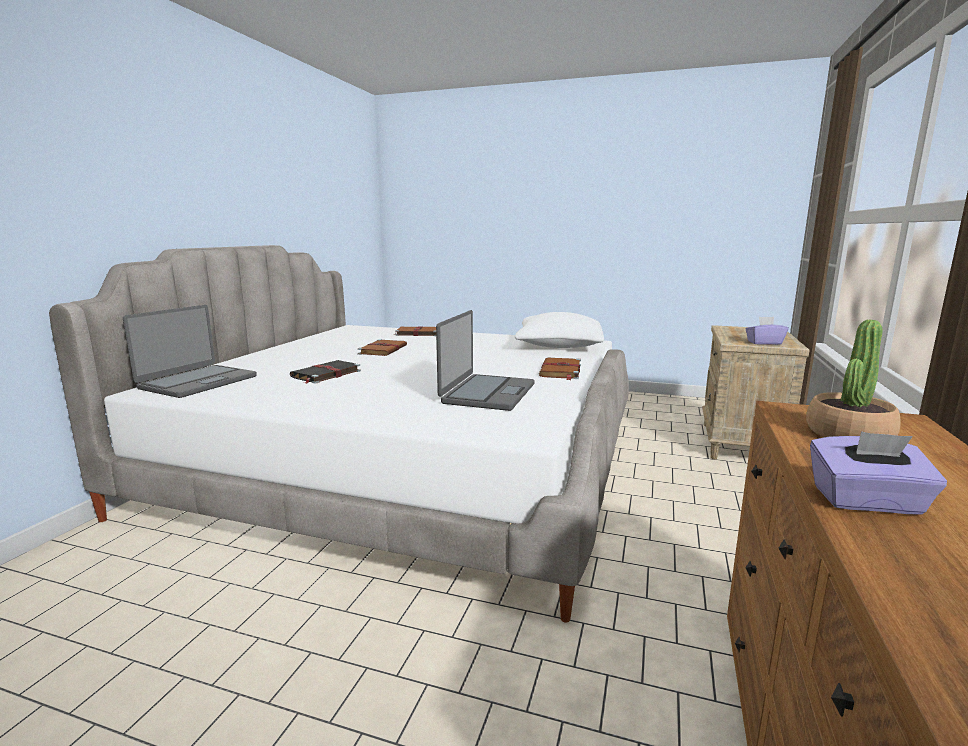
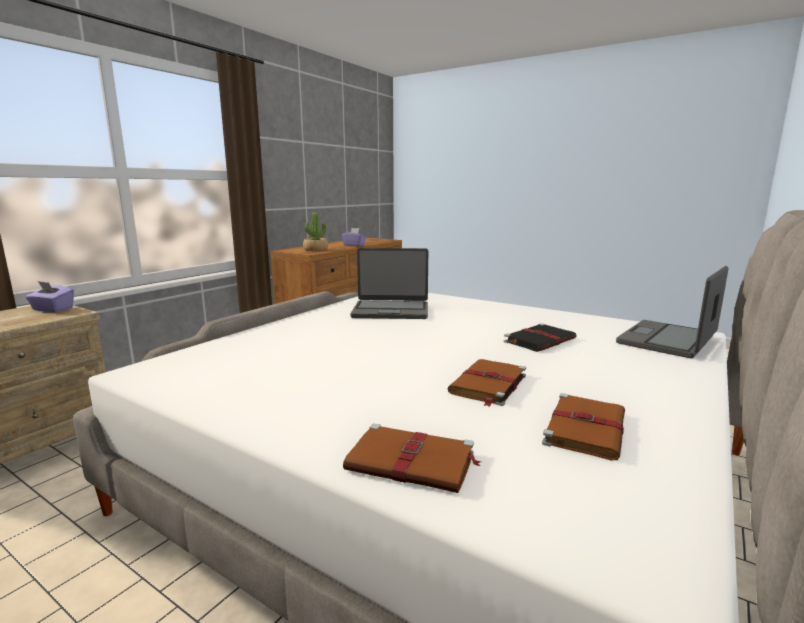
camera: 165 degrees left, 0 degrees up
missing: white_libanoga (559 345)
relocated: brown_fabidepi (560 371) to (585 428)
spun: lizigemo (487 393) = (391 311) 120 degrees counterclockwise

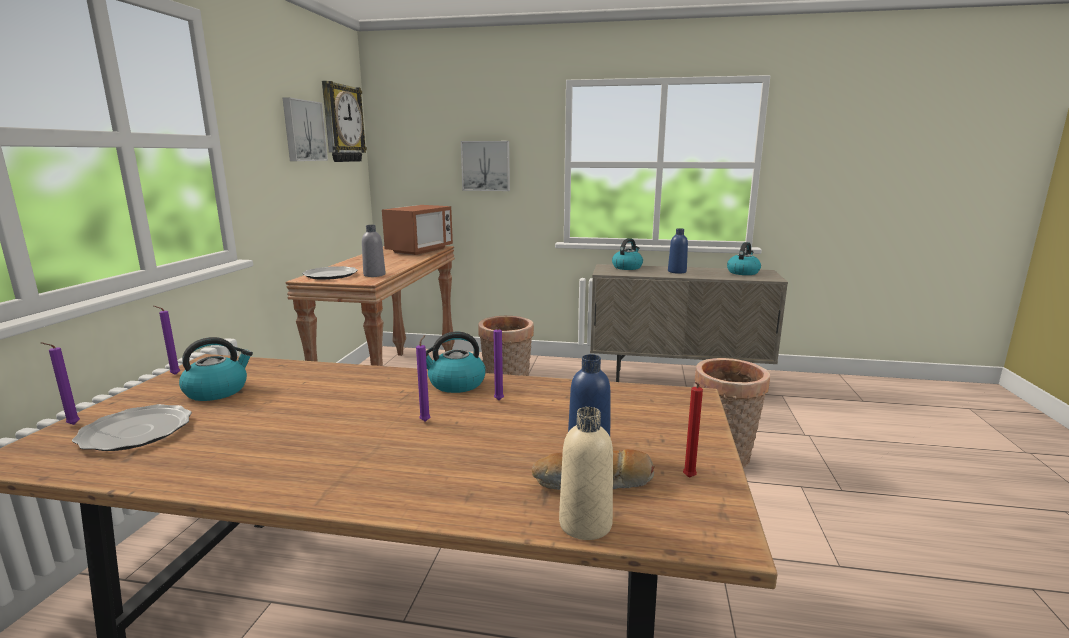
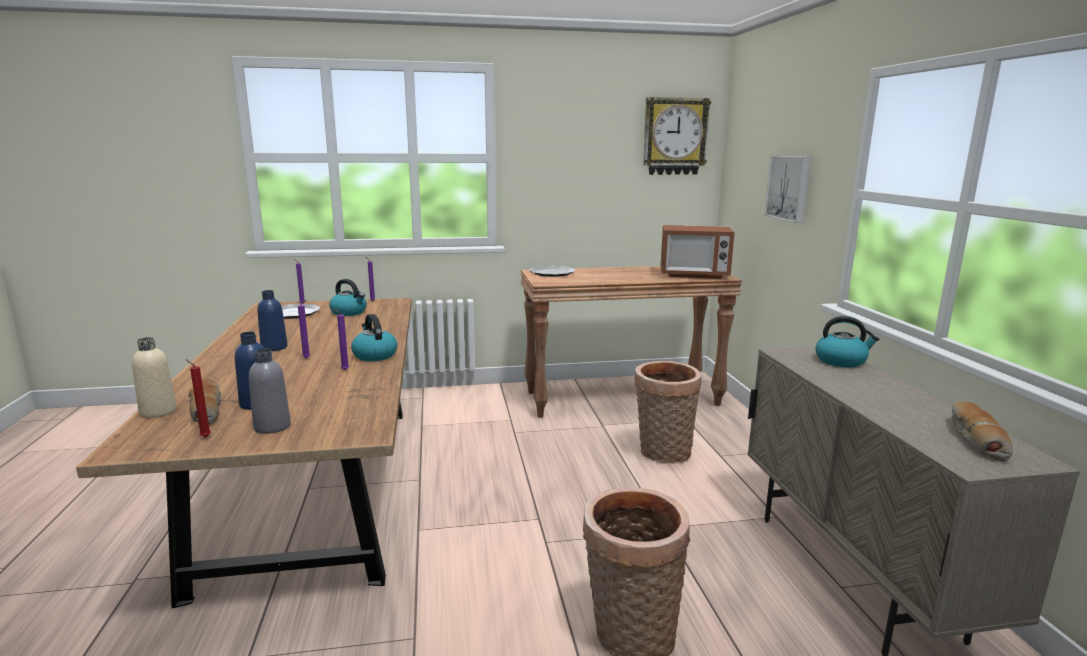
camera: 70 degrees right, 0 degrees up
missing: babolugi (303 131)
relocated: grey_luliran (374 275) to (272 427); blue_luliran (677 271) to (274 347)
exchanged: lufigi (743 272) to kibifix (975 439)

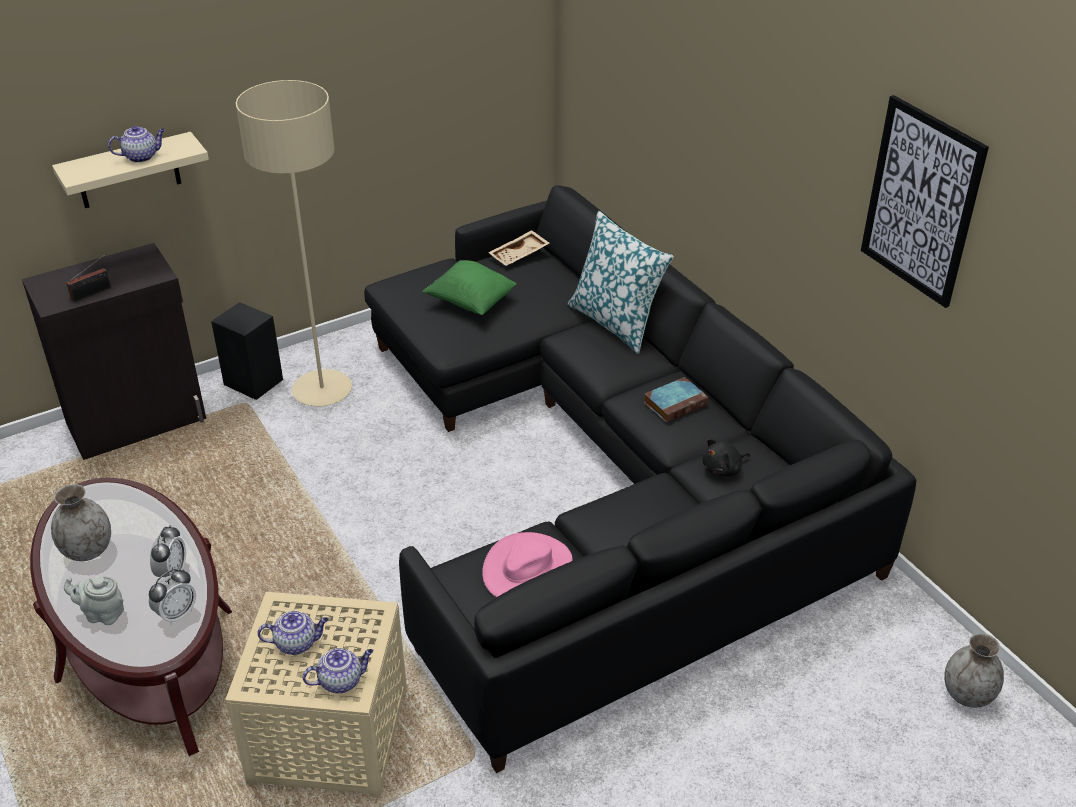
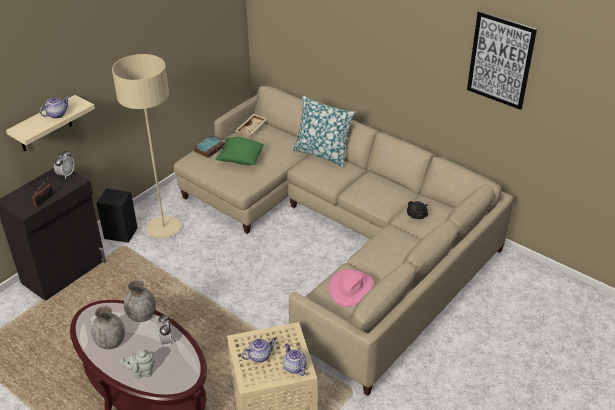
camera: 20 degrees left, 0 degrees up
relocated: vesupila (176 614) to (66 174); fabidepi (676 403) to (210 148); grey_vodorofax (967 695) to (142 316)
colour: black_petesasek (603 475) to beige_petesasek (340 236)
spun: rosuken (341 681) = (294 367) 75 degrees counterclockwise

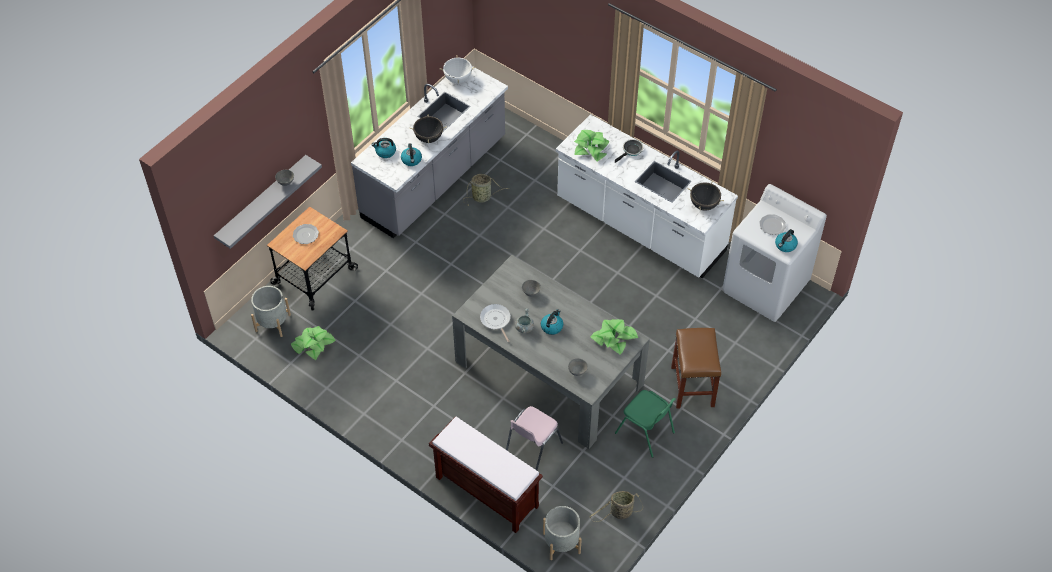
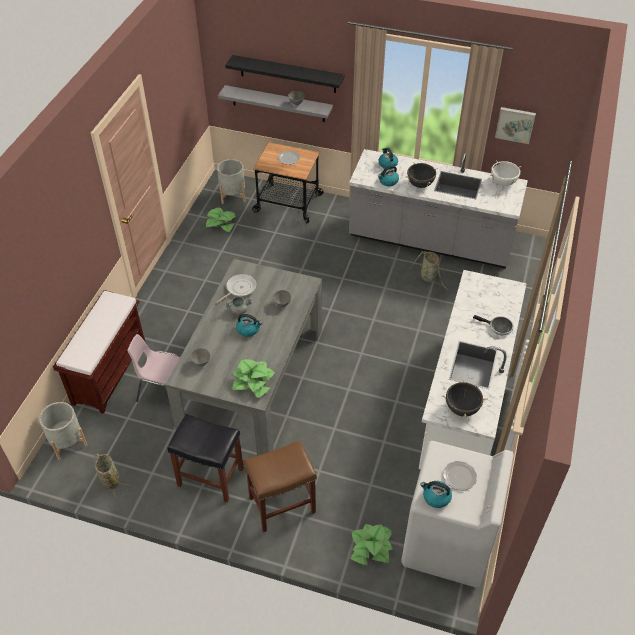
camera: 70 degrees right, 5 degrees down
appeared: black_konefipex (287 74); babolugi (515 124)
relocated: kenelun (591 148) to (371 547)
exchanged: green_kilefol (645 433) to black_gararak (209 477)

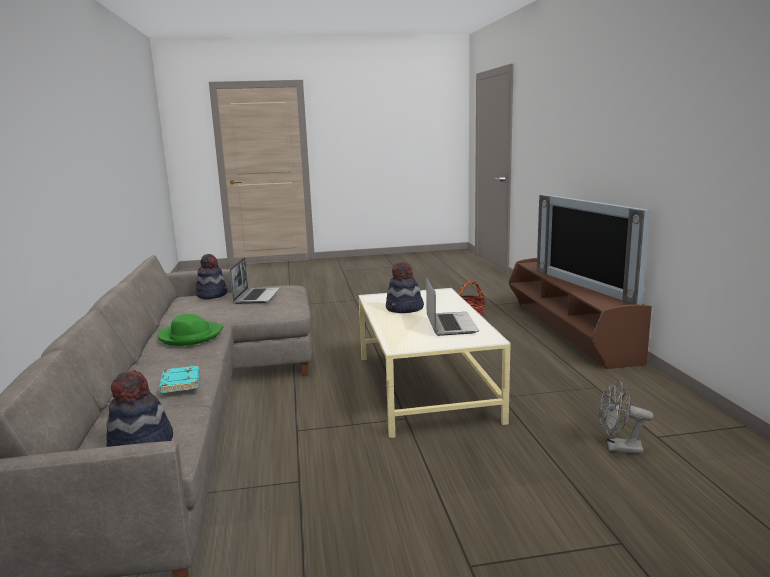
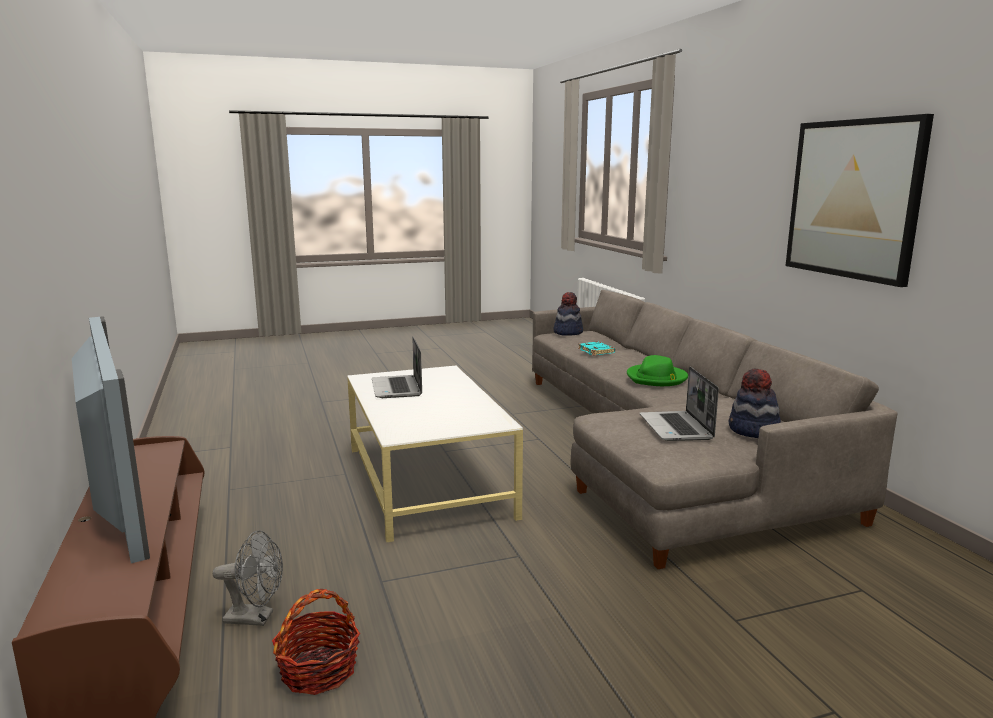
camera: 170 degrees right, 0 degrees up
missing: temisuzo (404 309)
appeared: babolugi (853 199)
relocated: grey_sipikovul (618 448) to (256 618)

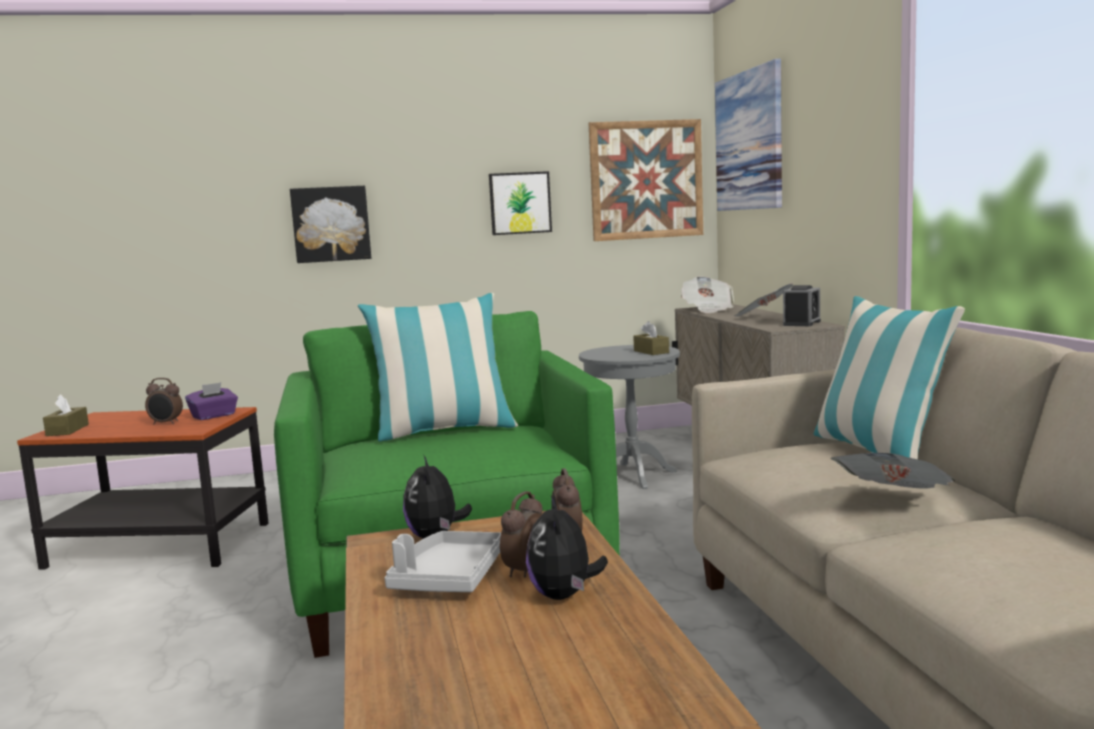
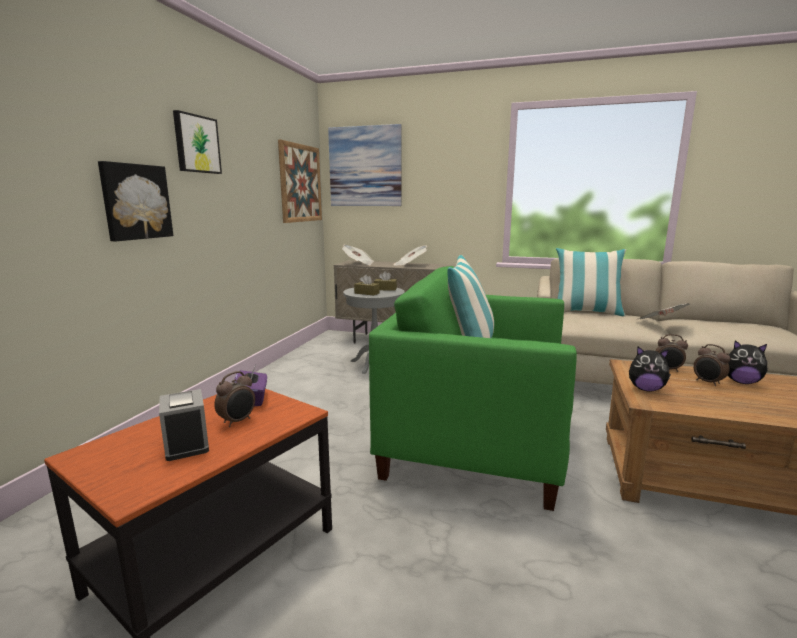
camera: 60 degrees left, 5 degrees up
missing: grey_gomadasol (448 578)
relocated: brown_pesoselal (67 430) to (367 293); babolugi (520 203) to (196 144); vesupila (801 323) to (186 444)

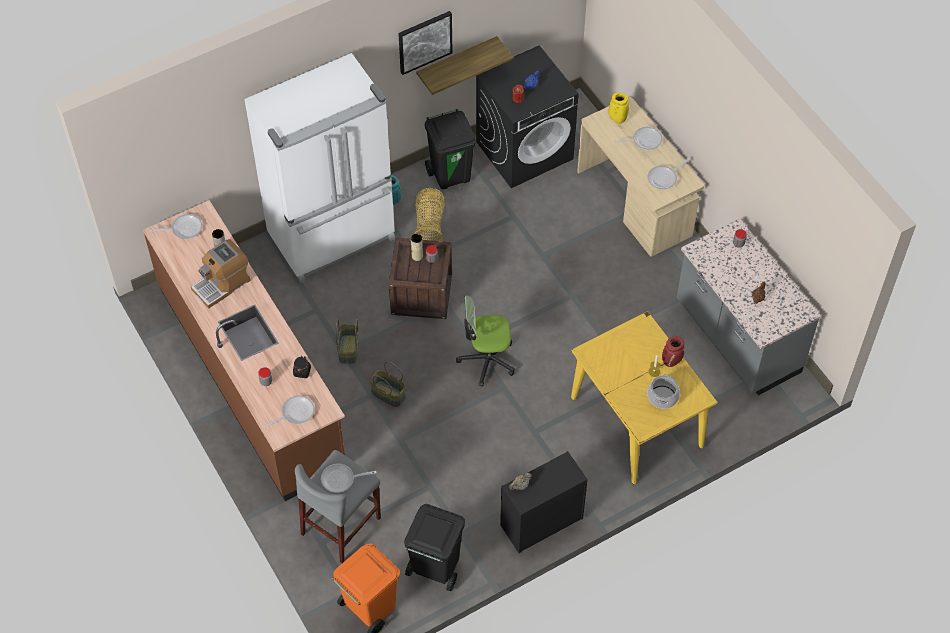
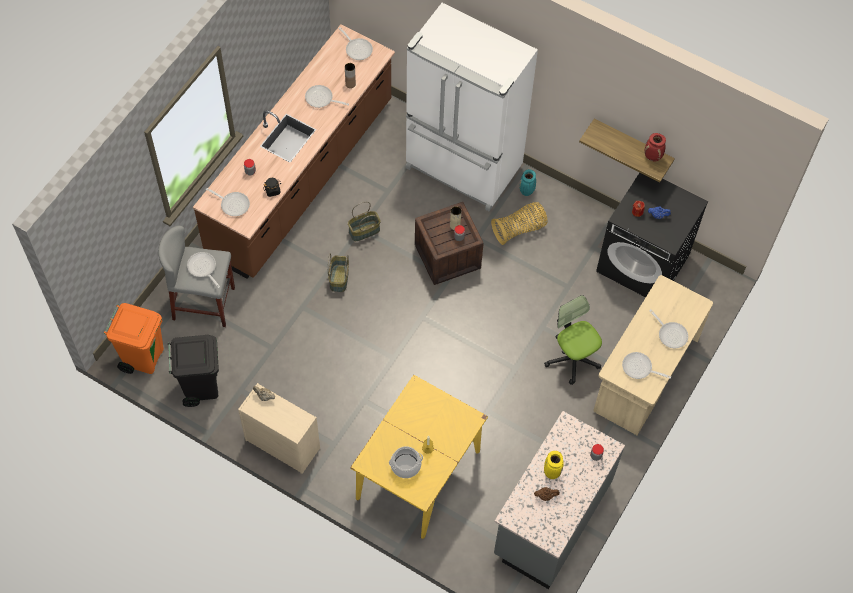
camera: 60 degrees right, 5 degrees up
missing: babolugi (424 41); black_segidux (451 175)
relocated: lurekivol (487 360) to (572 358); yellow_vodorofax (617 119) to (551 471); red_vodorofax (671 361) to (653 157)
exchanged: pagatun (222 284) to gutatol (321 99)
colour: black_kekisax (540 522) to beige_kekisax (281 443)

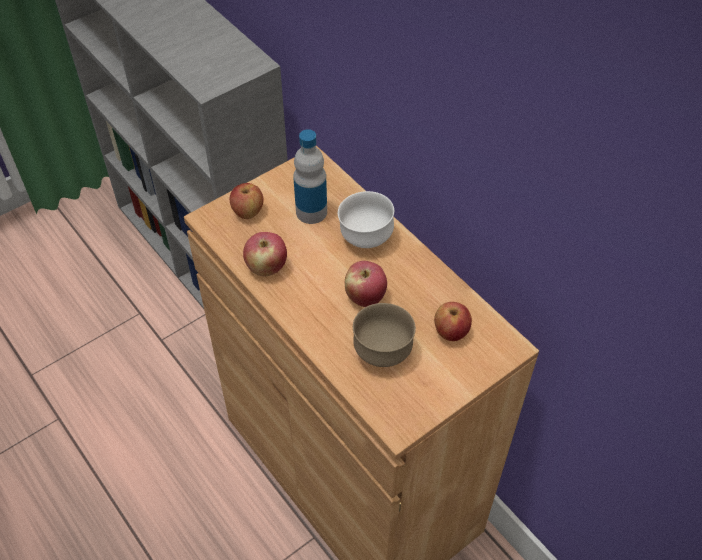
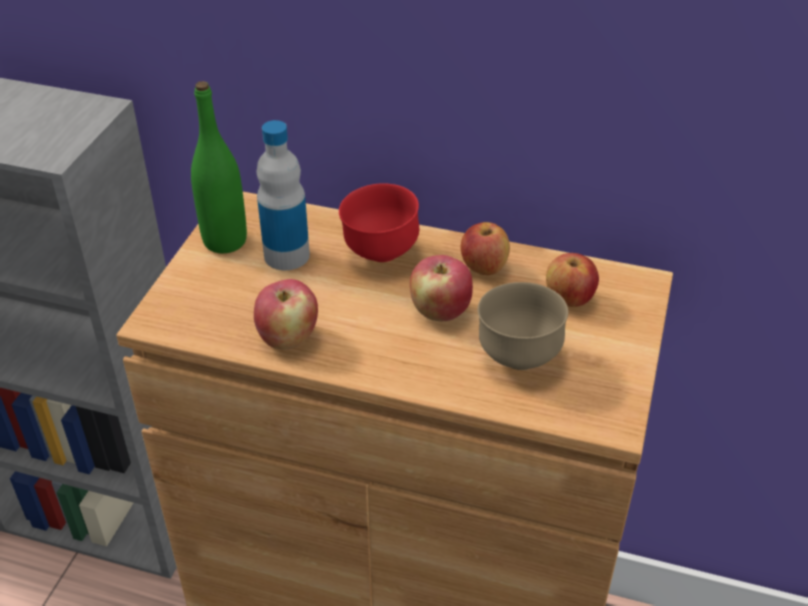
camera: 35 degrees left, 10 degrees down
appeared: green_luliran (225 241)
relocated: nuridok (247 212) to (483 268)
colour: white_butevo (365 239) to red_butevo (380 254)

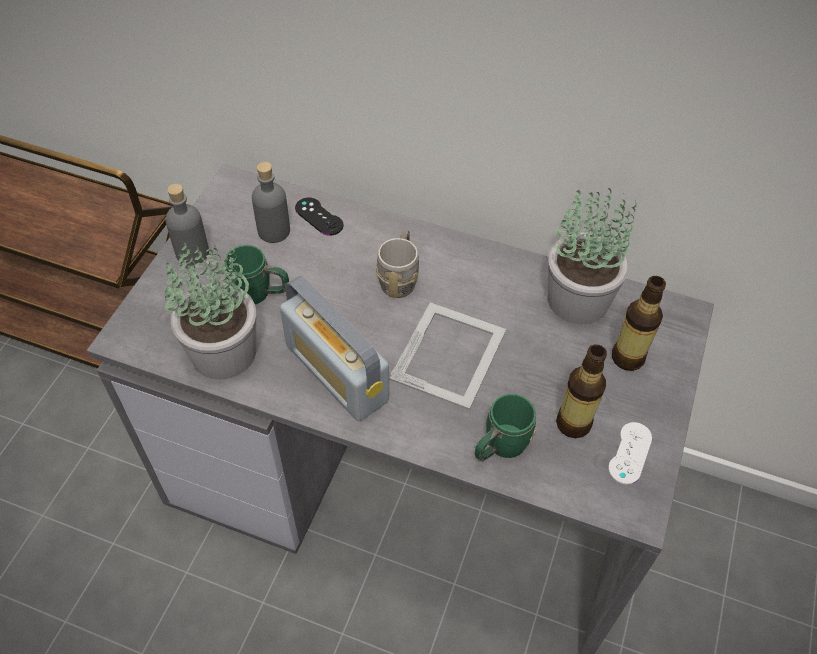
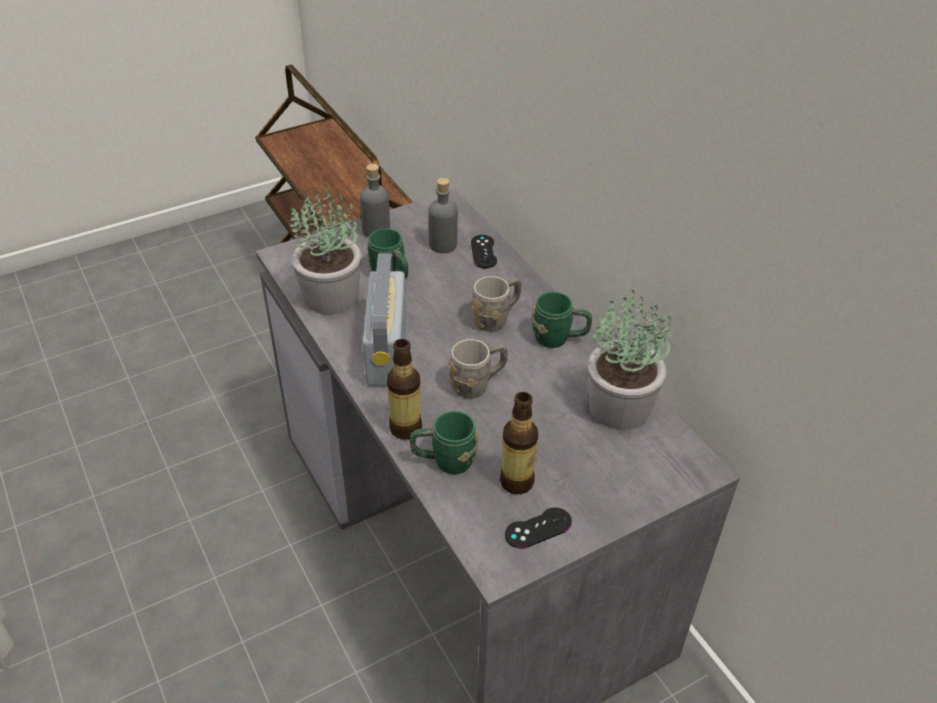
camera: 40 degrees right, 10 degrees down
appeared: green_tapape (559 339)
relocated: luliran (627 358) to (405 428)
exchanged: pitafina (450 354) to grey_tapape (477 384)
colour: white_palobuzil (630 453) to black_palobuzil (538 528)

